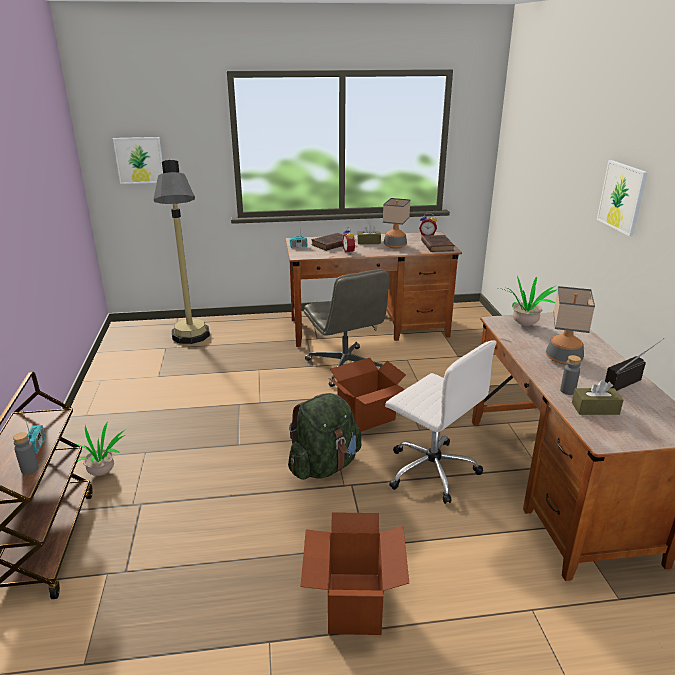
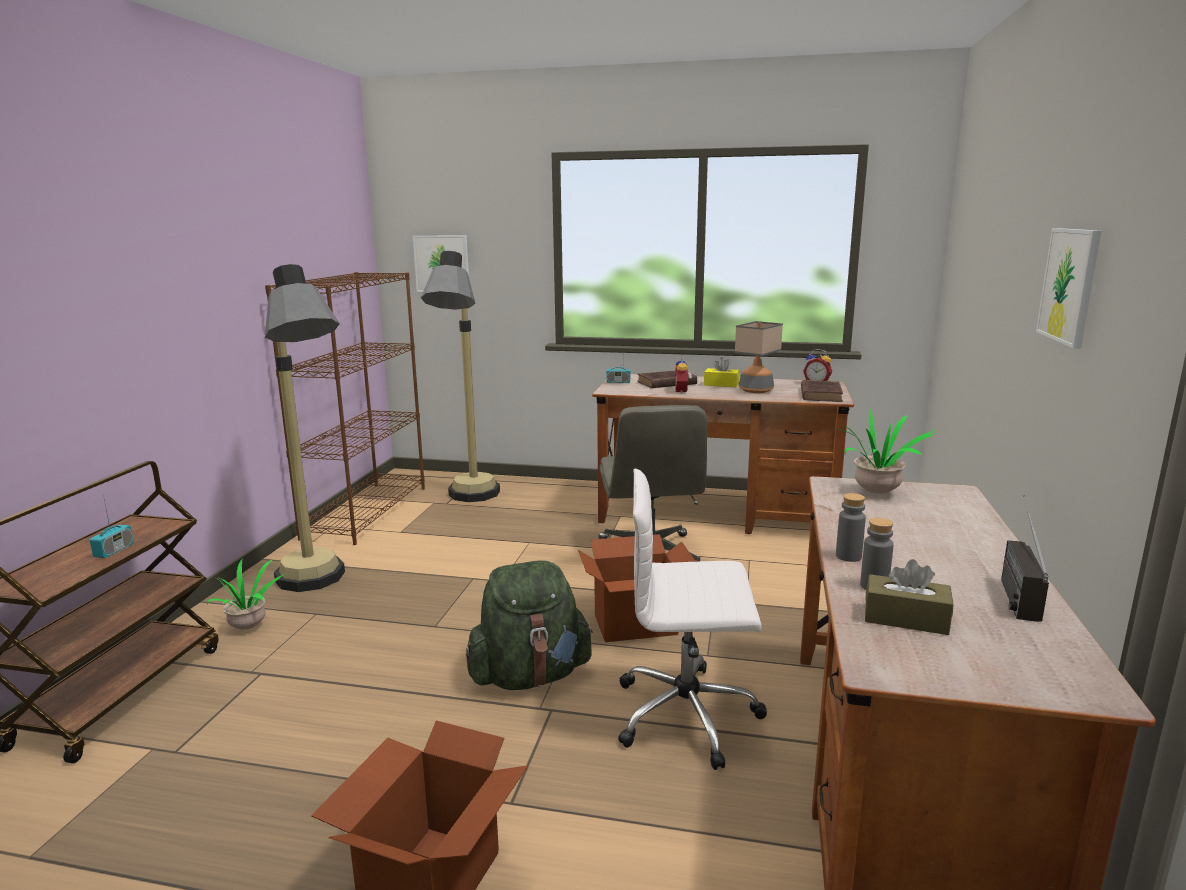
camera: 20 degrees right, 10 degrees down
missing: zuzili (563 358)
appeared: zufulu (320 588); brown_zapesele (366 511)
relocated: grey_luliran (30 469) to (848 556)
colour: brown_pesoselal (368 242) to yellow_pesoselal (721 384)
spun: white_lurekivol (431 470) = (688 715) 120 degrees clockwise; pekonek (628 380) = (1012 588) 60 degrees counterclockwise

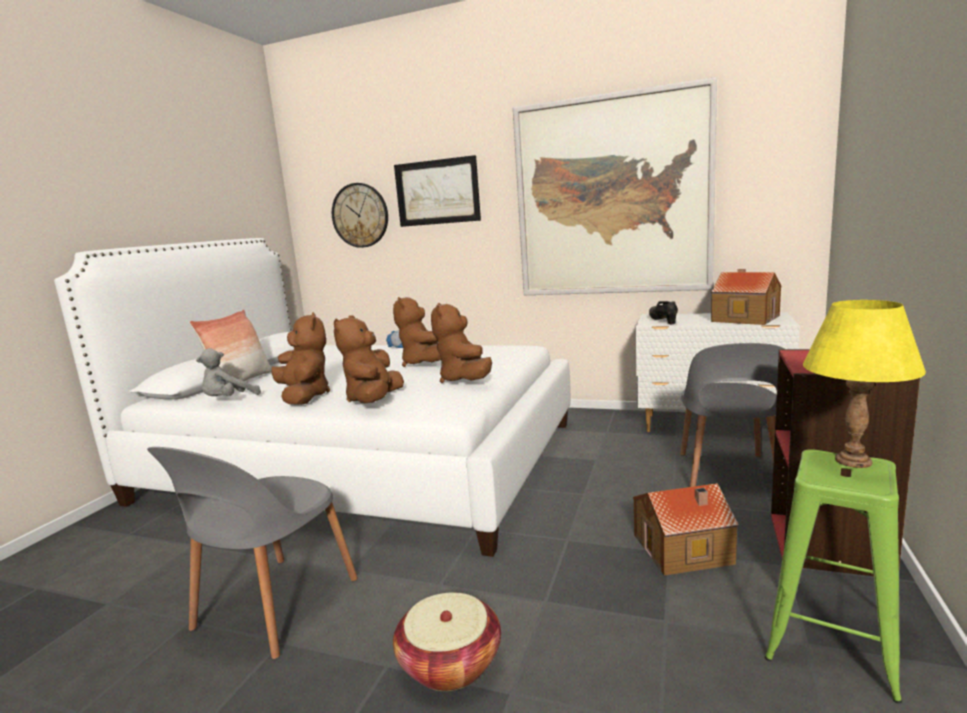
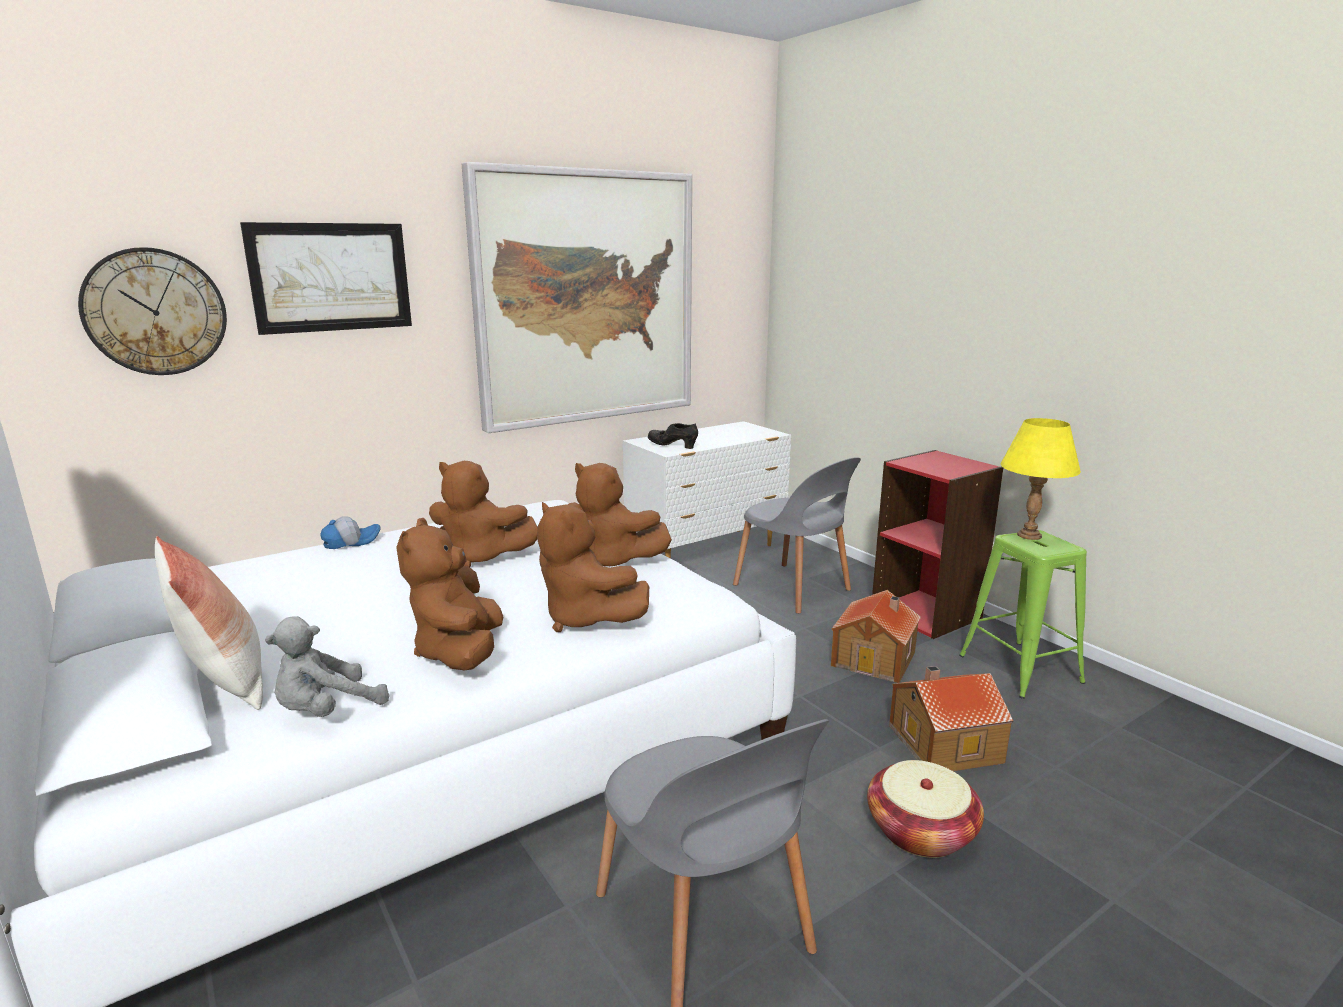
camera: 55 degrees left, 5 degrees up
relocated: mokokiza (744 318) to (942 743)
spun: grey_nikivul (229 400) = (326 711) 60 degrees clockwise; brown_nikivul (304 397) = (460 653) 105 degrees counterclockwise

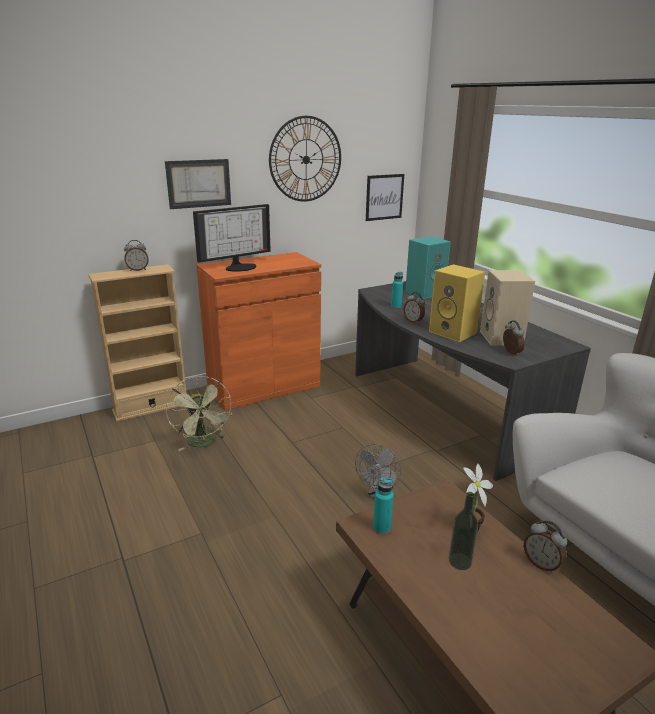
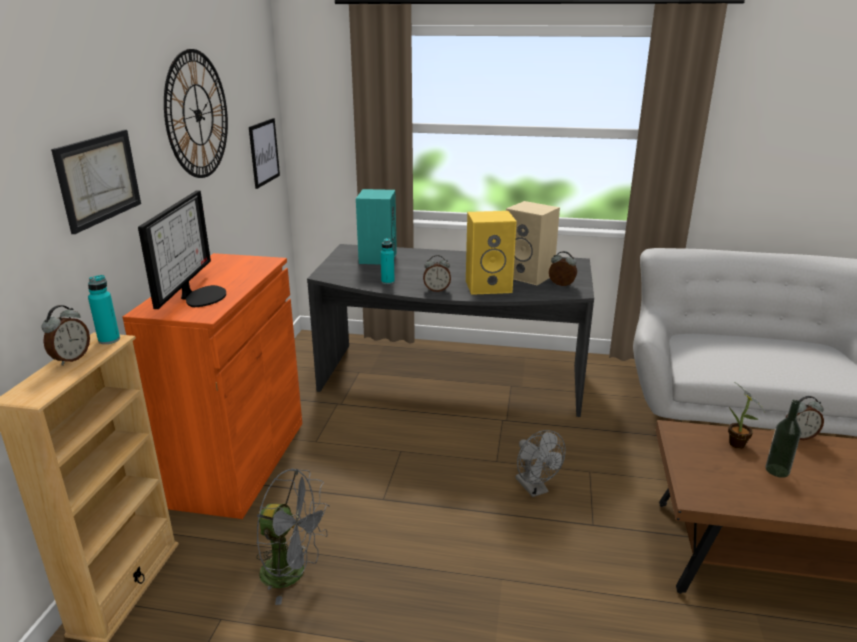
camera: 50 degrees left, 0 degrees up
relocated: turquoise_luliran (381 528) to (109 340)
colour: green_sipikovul (204 443) to grey_sipikovul (293 573)

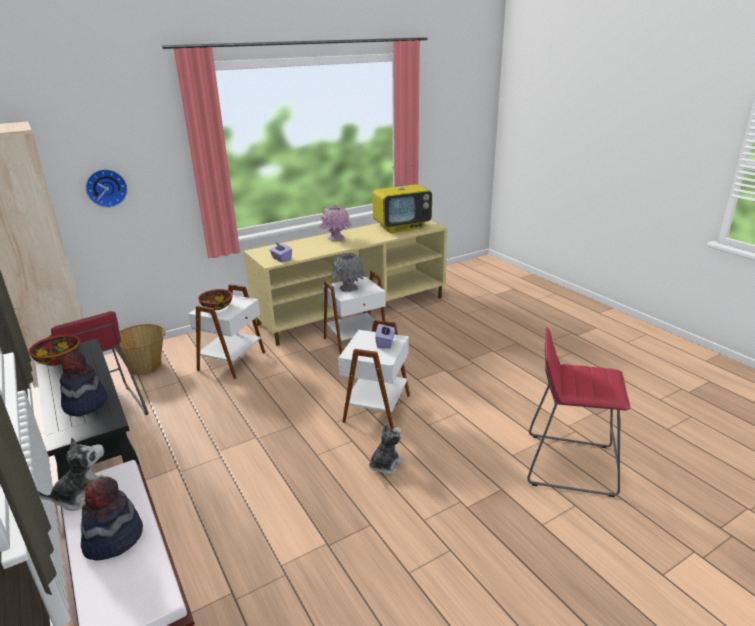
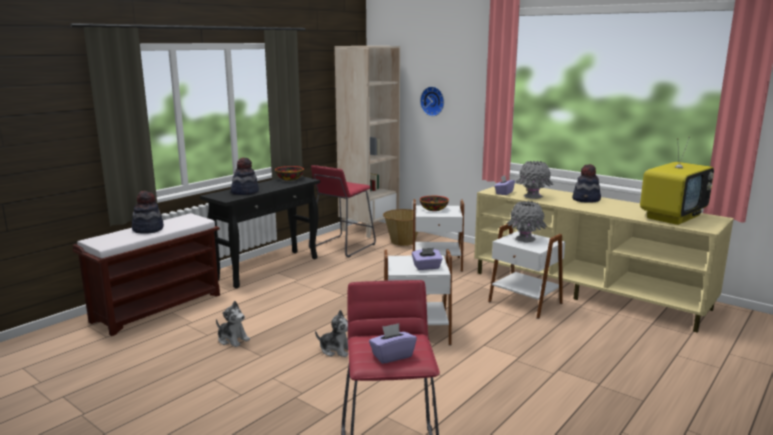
camera: 70 degrees right, 10 degrees down
appeared: purple_pesoselal (392 356); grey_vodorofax (533 197)
relocated: nikivul (83 495) to (233 339)
exchanged: pink_vodorofax (336 238) to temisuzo (586 200)
spun: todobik (402 227) = (672 216) 90 degrees counterclockwise

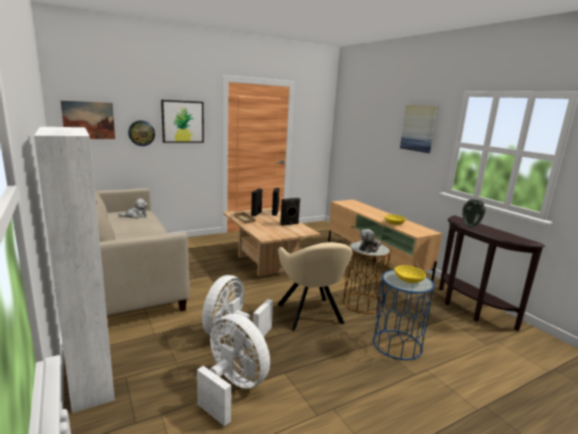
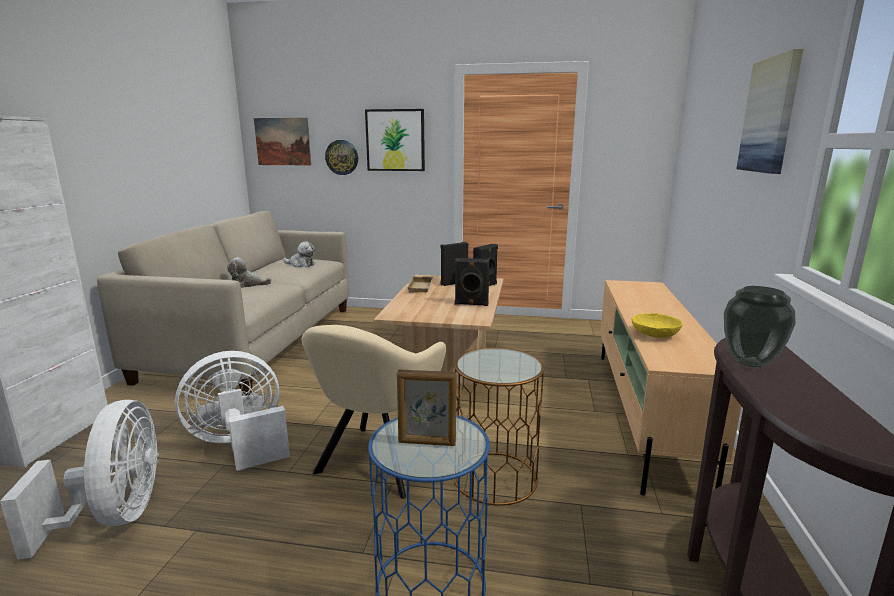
camera: 40 degrees right, 0 degrees up
relocated: nikivul (369 248) to (247 284)
exchanged: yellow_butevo (408 280) to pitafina (427 443)

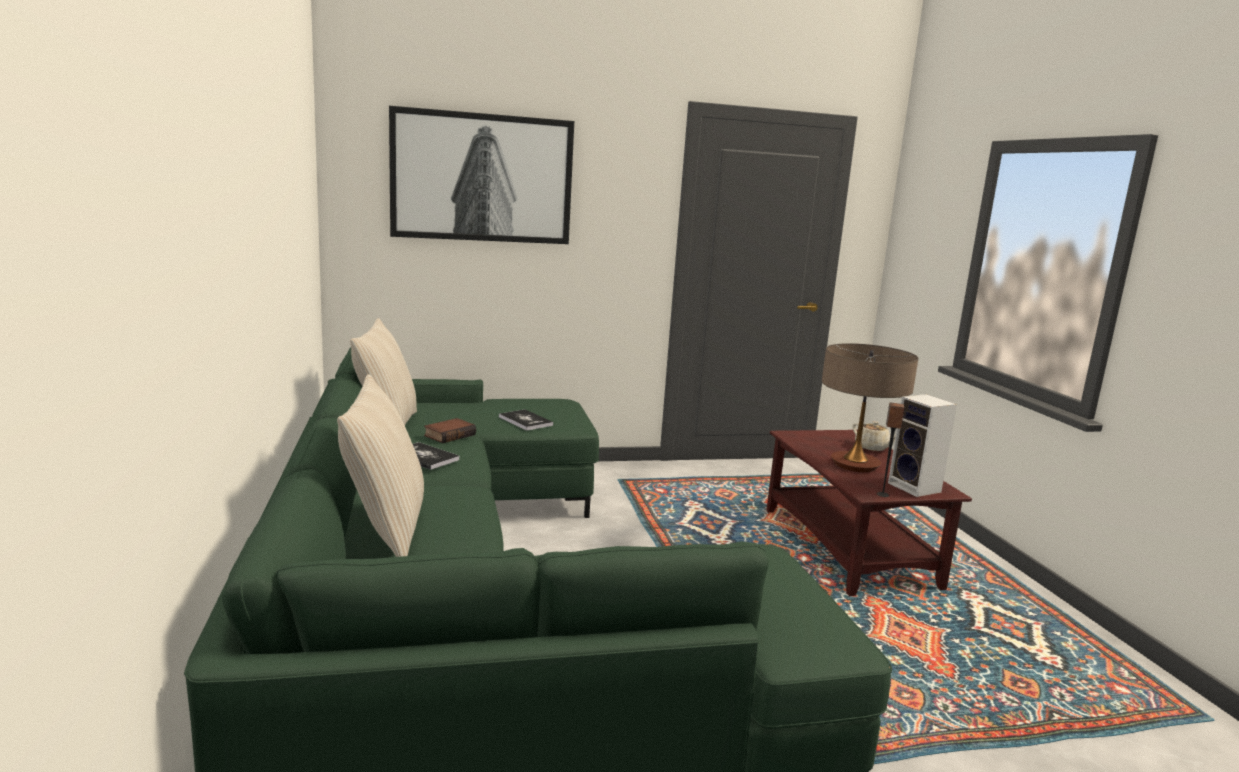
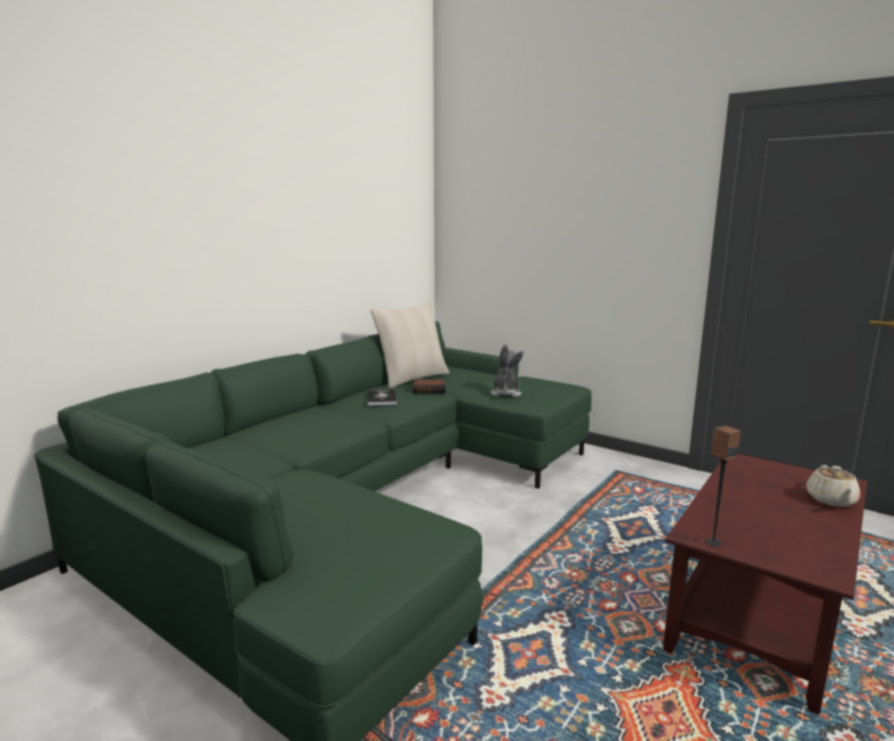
camera: 50 degrees right, 0 degrees up
missing: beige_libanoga (385 529); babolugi (482 178); zuzili (855 464); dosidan (916 488)
exchanged: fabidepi (525 421) to nikivul (505 393)

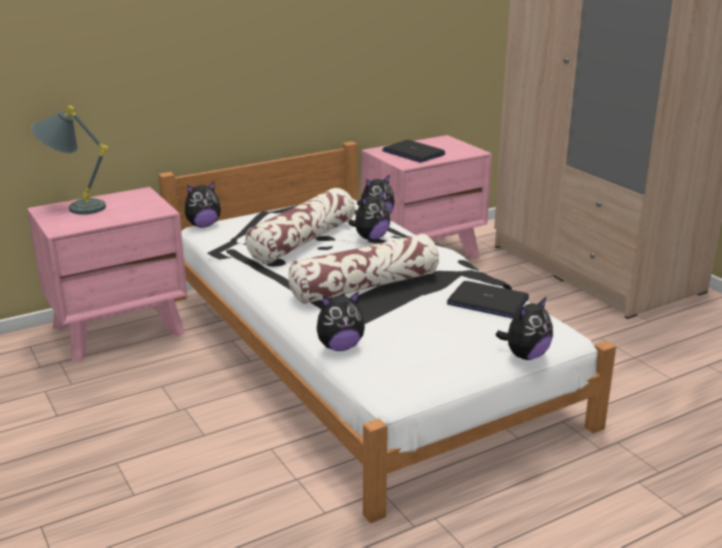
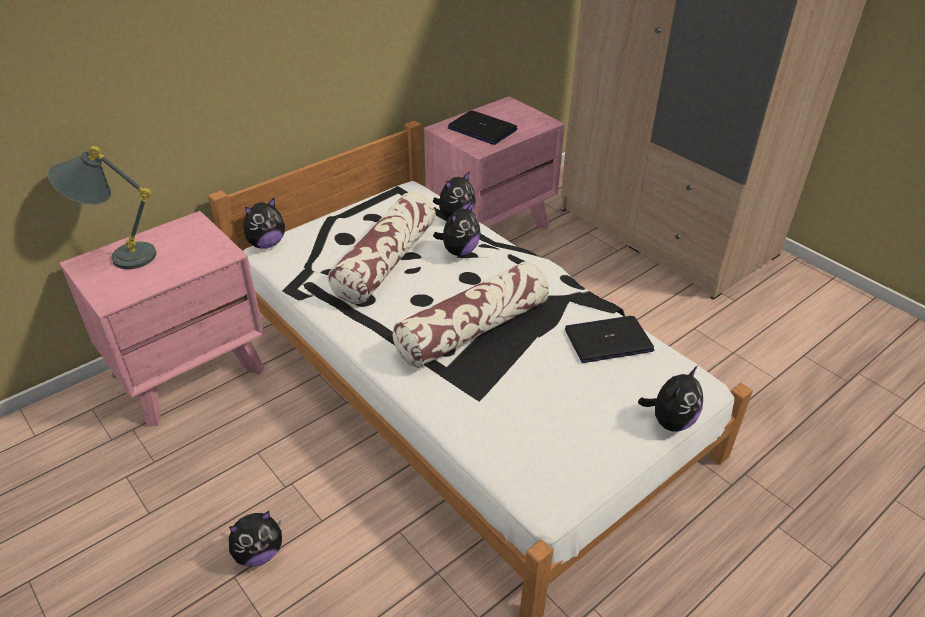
camera: 10 degrees left, 15 degrees up
relocated: nikivul (340 347) to (259 553)
spun: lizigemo (487 302) = (608 340) 150 degrees clockwise

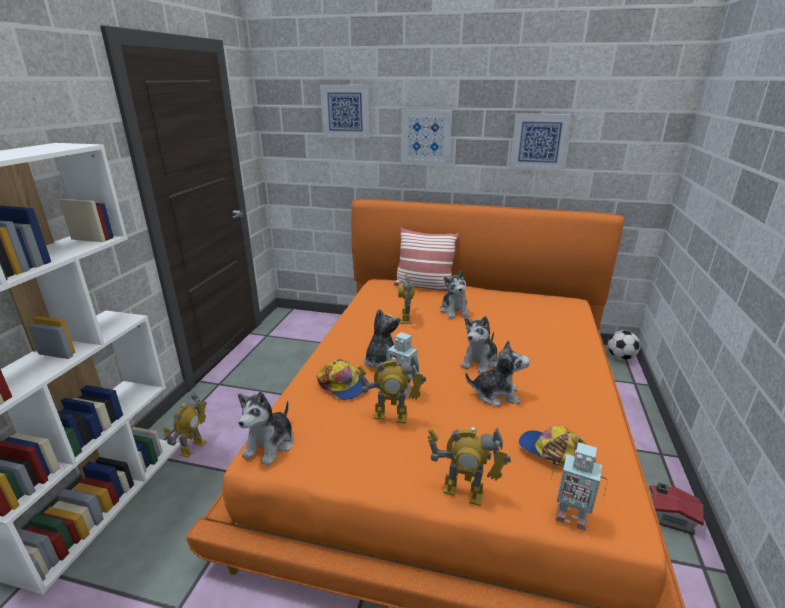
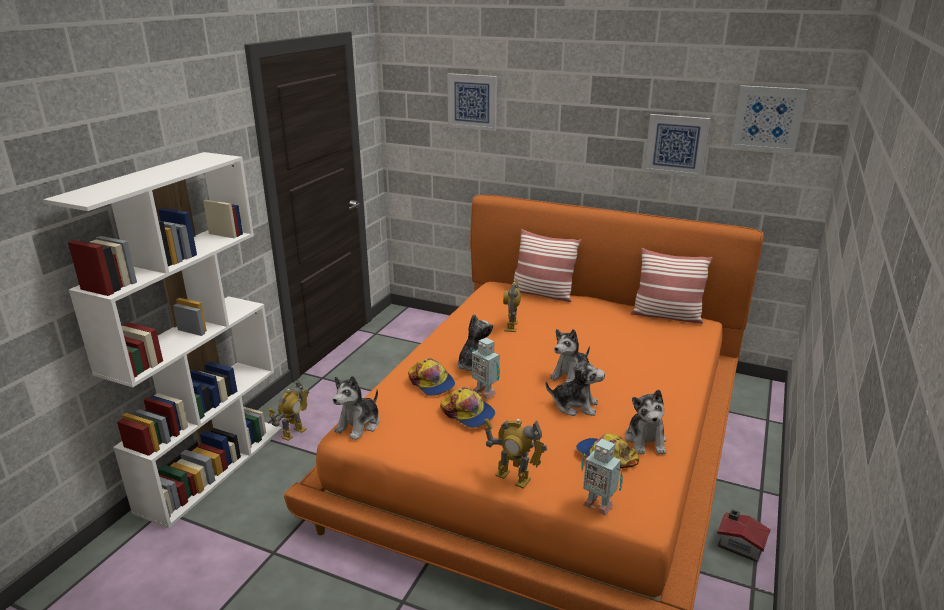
camera: 10 degrees right, 0 degrees up
missing: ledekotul (620 357)
appeared: libanoga (666 316)
relocated: babolugi (426 136) to (767 118); nikivul (454 311) to (646 440)
exchanged: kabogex (391 416) to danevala (468 413)

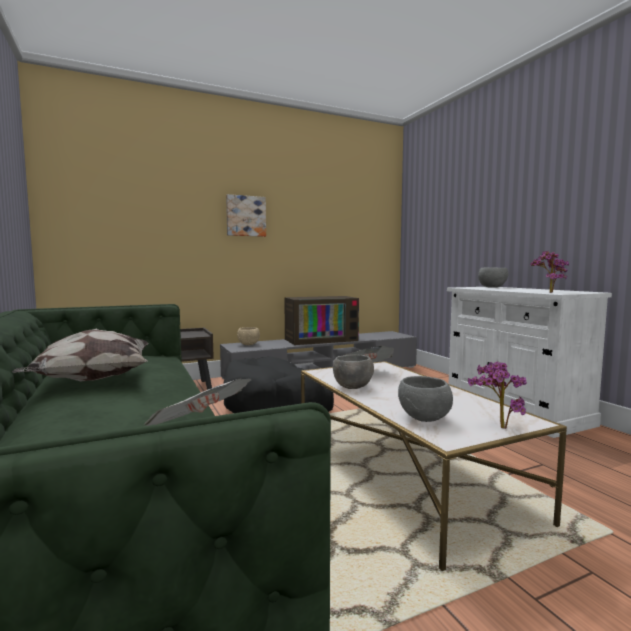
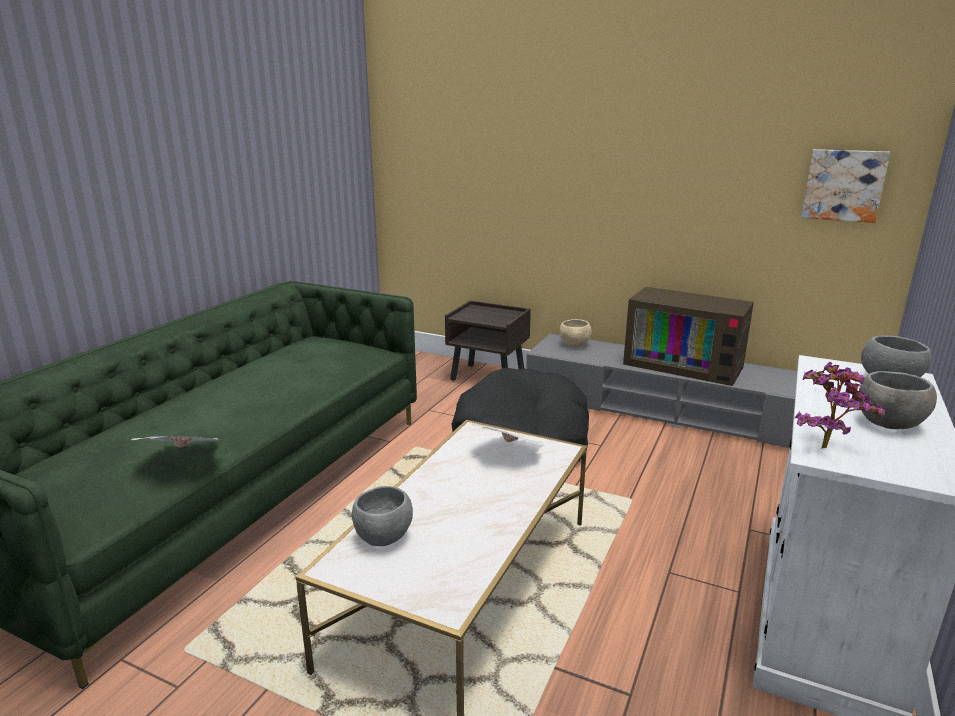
camera: 50 degrees right, 15 degrees up
missing: libanoga (92 380); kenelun (497 427)
relocated: babolugi (245 216) to (843 185); grey_butevo (352 387) to (887 424)

